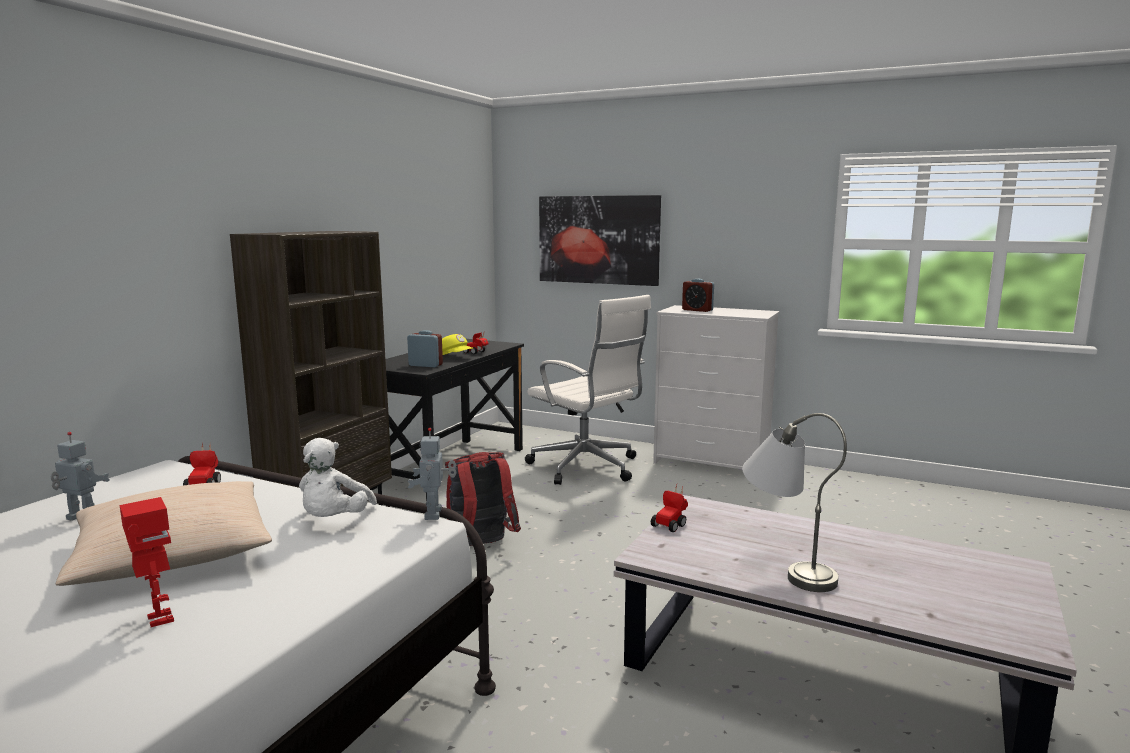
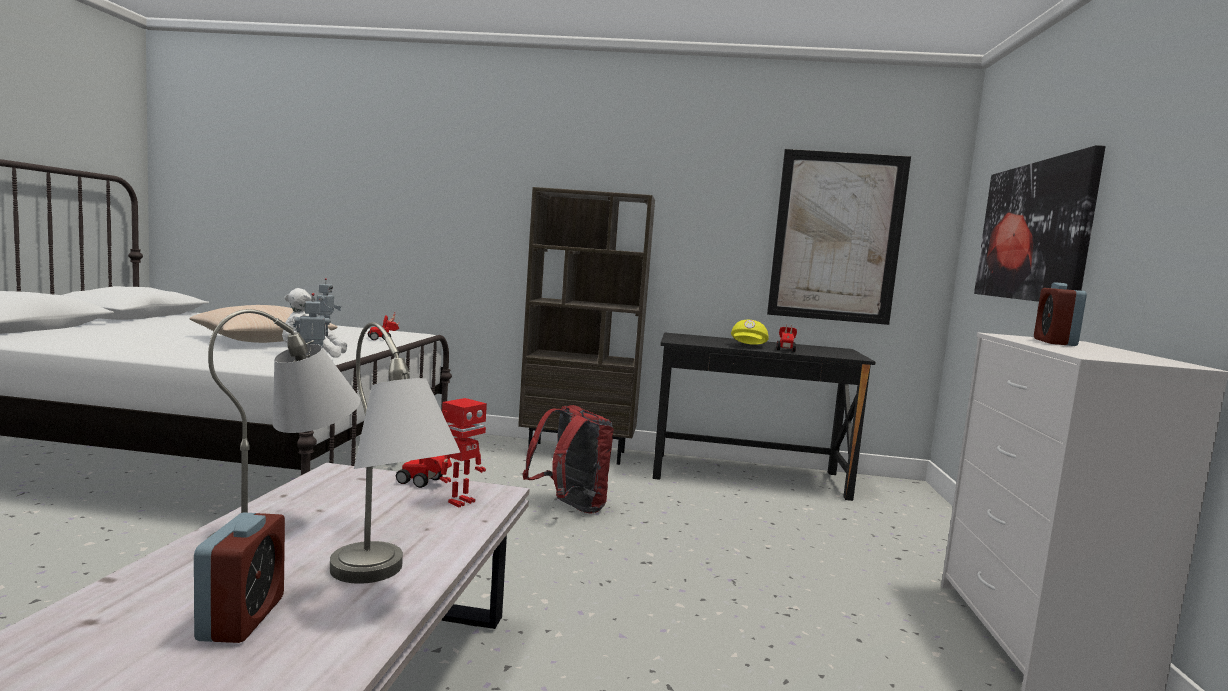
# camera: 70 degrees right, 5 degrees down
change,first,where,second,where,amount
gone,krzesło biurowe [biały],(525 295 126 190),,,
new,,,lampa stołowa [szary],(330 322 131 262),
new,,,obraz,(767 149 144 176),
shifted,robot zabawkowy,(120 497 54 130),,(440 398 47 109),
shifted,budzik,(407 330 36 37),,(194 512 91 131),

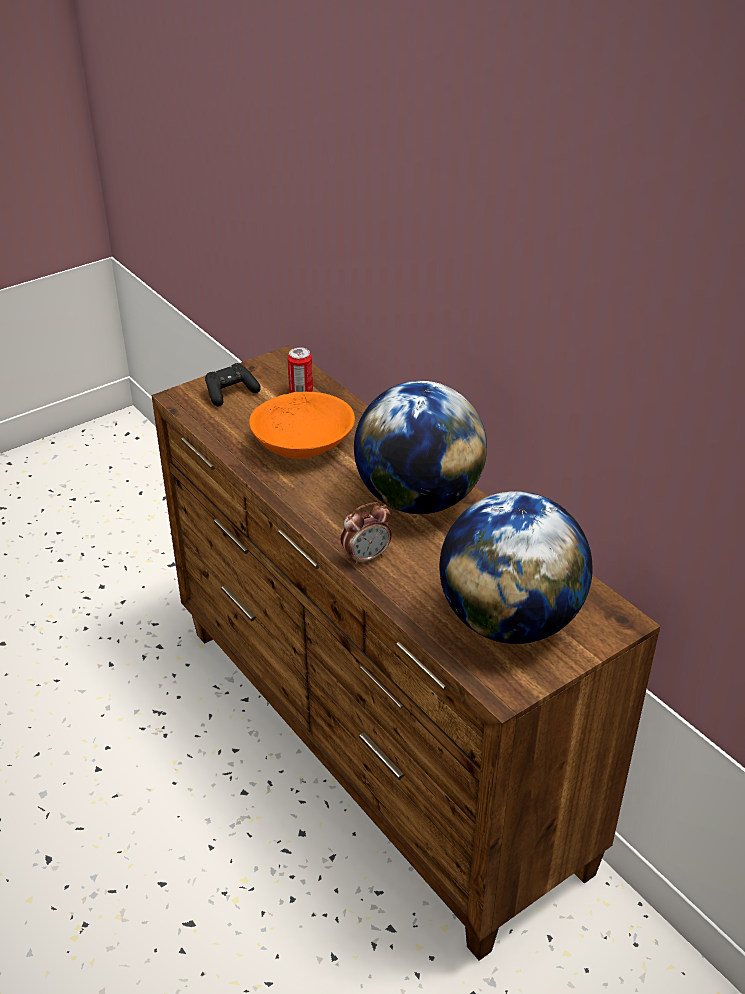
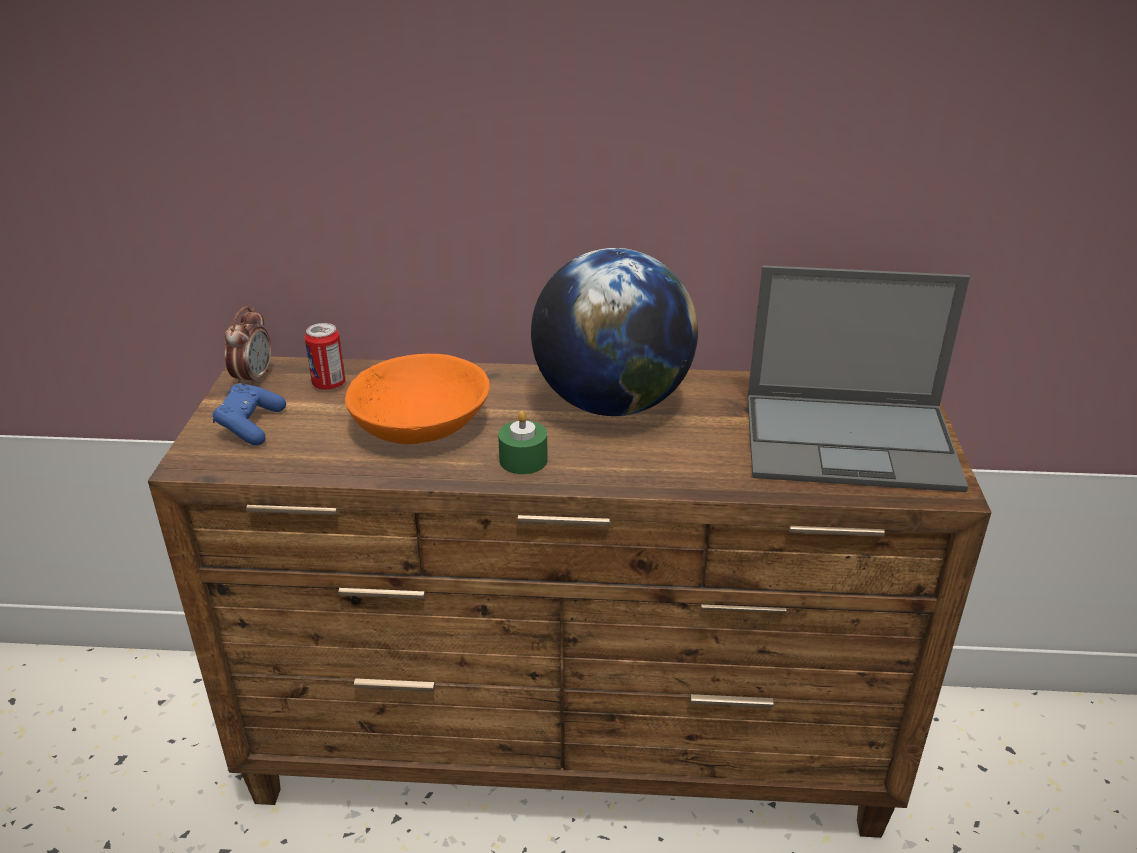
# camera: 50 degrees left, 5 degrees down
change,first,where,second,where,amount
new,,,świeca [zielony],(498 411 50 63),
shifted,budzik,(340 502 52 65),,(225 306 46 80),
swapped,globus,(439 491 154 153),laptop,(747 265 223 227),
repainted,pad do gier [czarny],(205 363 56 44),pad do gier [niebieski],(213 383 73 62),

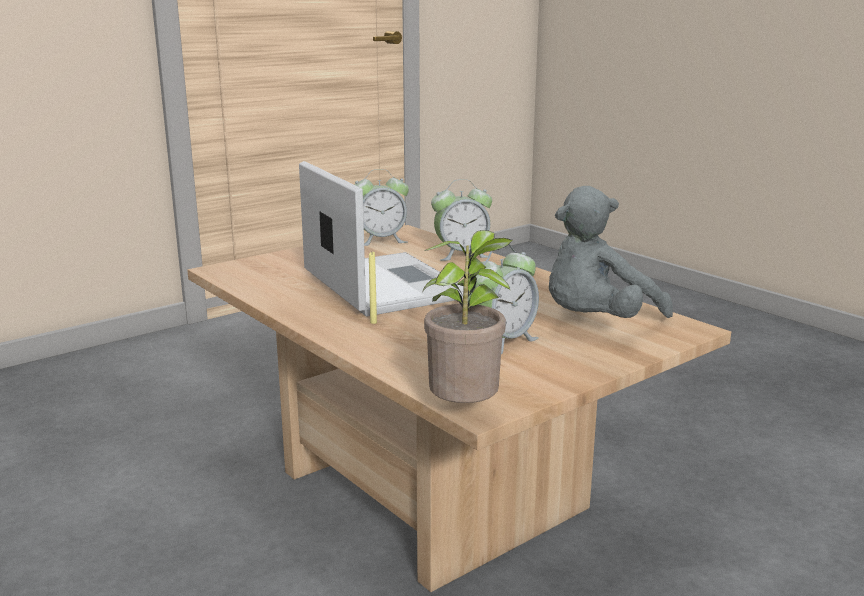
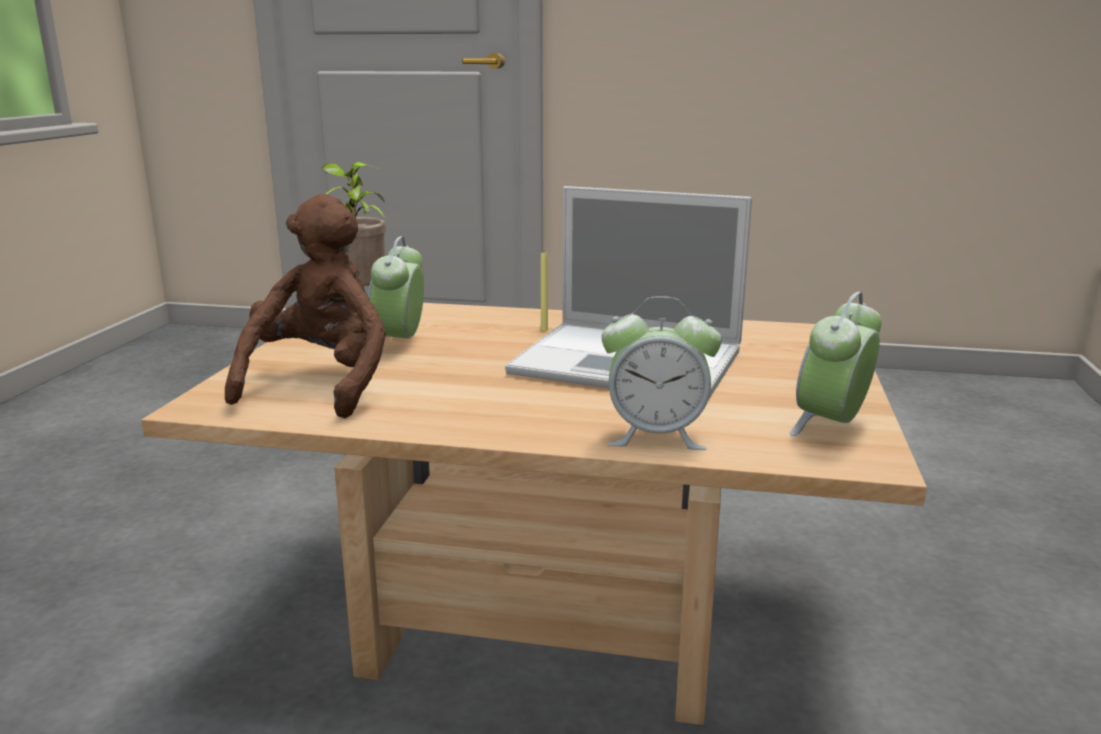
# camera: 140 degrees right, 0 degrees up
change,first,where,second,where,amount
repainted,pluszak [szary],(549 186 124 132),pluszak [brązowy],(225 194 161 224),
rotated,budzik,(431 179 61 82),,(602 296 120 154),120 degrees counterclockwise

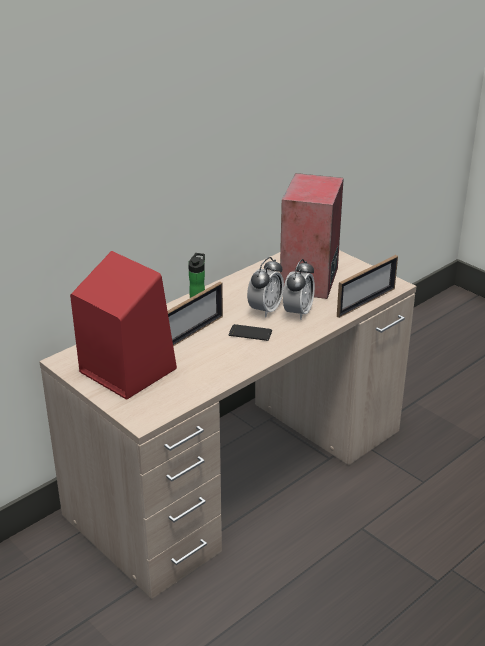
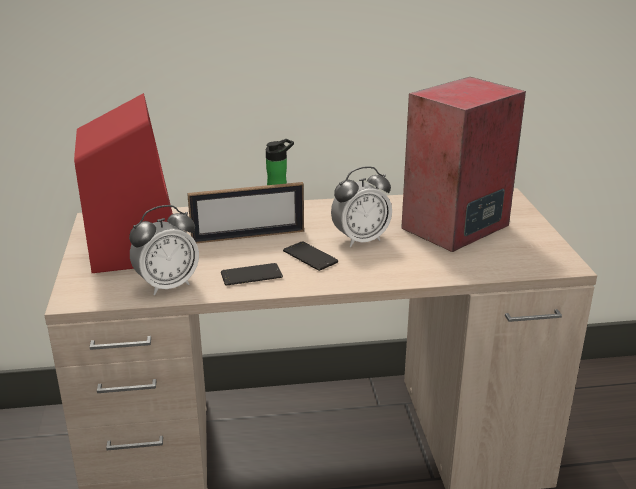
# camera: 35 degrees right, 5 degrees down
change,first,where,second,where,amount
gone,ramka na zdjęcie,(337 255 61 63),,,
new,,,telefon,(221 263 62 22),
shifted,budzik,(283 259 32 61),,(129 205 70 90),

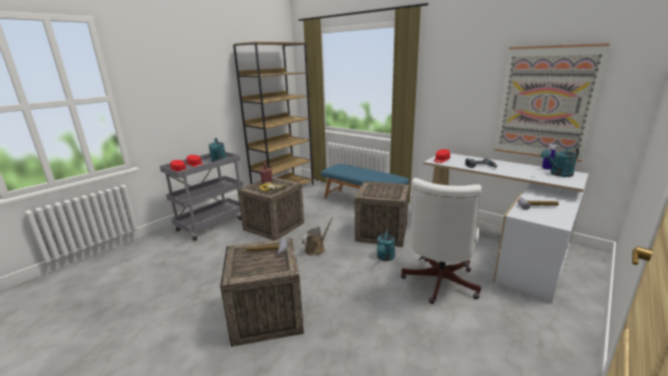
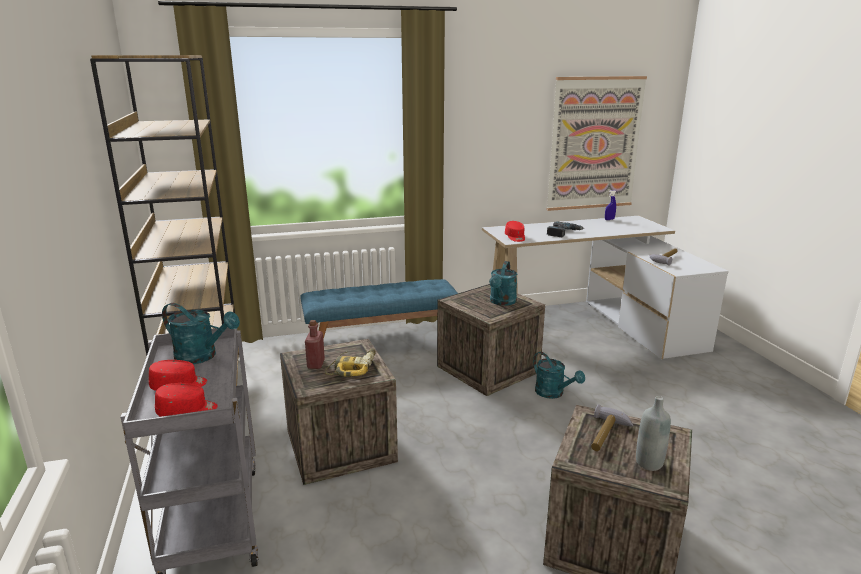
# camera: 55 degrees left, 0 degrees up
change,first,where,second,where,amount
gone,konewka [brązowy],(302 217 32 39),,,
gone,krzesło biurowe [biały],(401 178 81 126),,,
new,,,butelka [szary],(636 396 35 75),
shifted,konewka [turkusowy],(541 147 38 30),,(489 261 28 45),

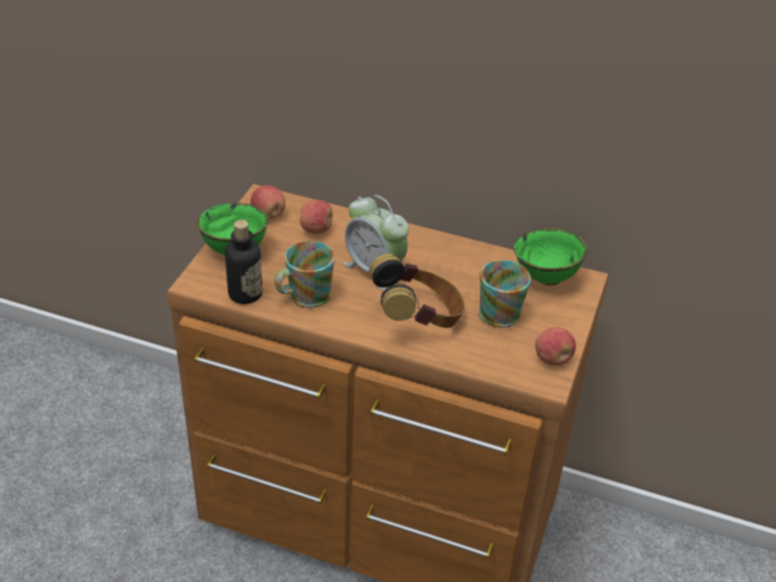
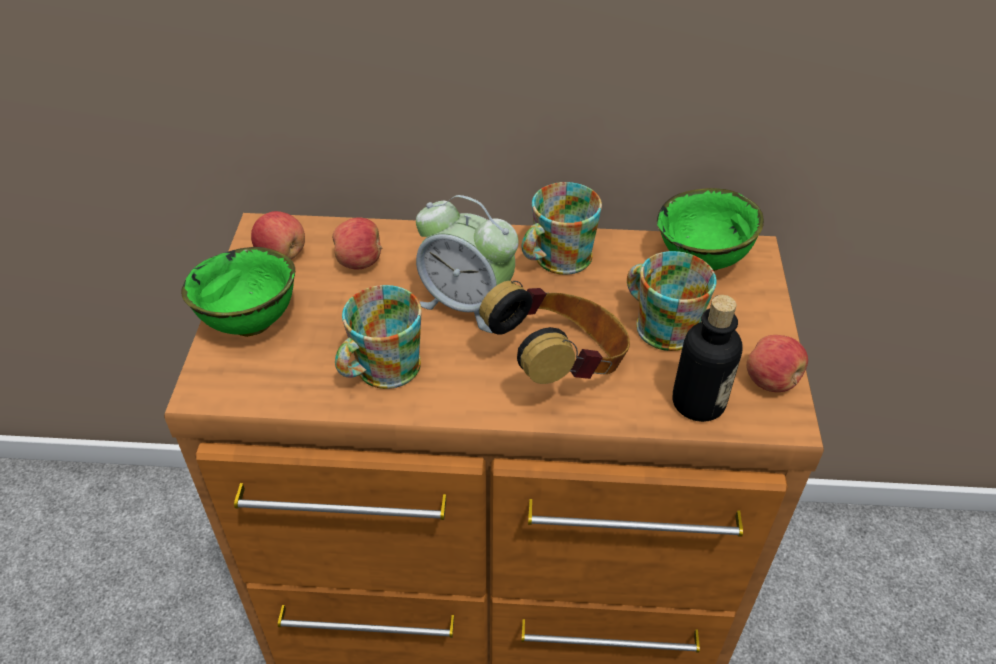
# camera: 15 degrees left, 5 degrees up
change,first,where,second,where,amount
new,,,kubek,(522 182 80 93),
shifted,butelka,(225 220 37 84),,(672 295 71 127),

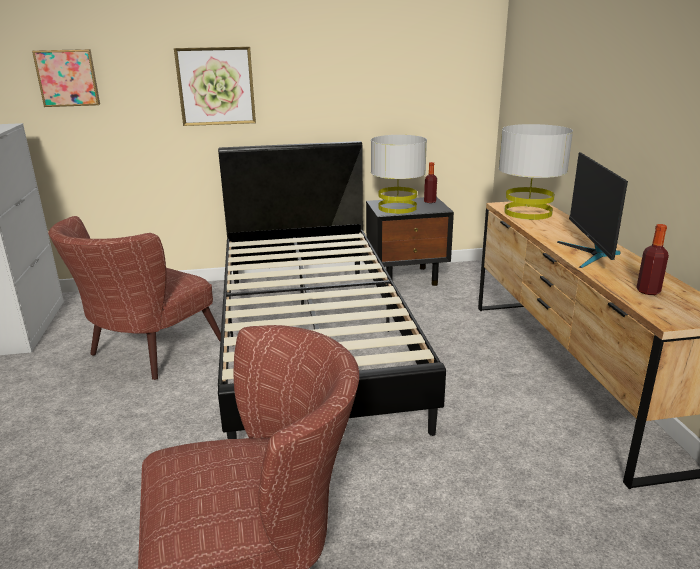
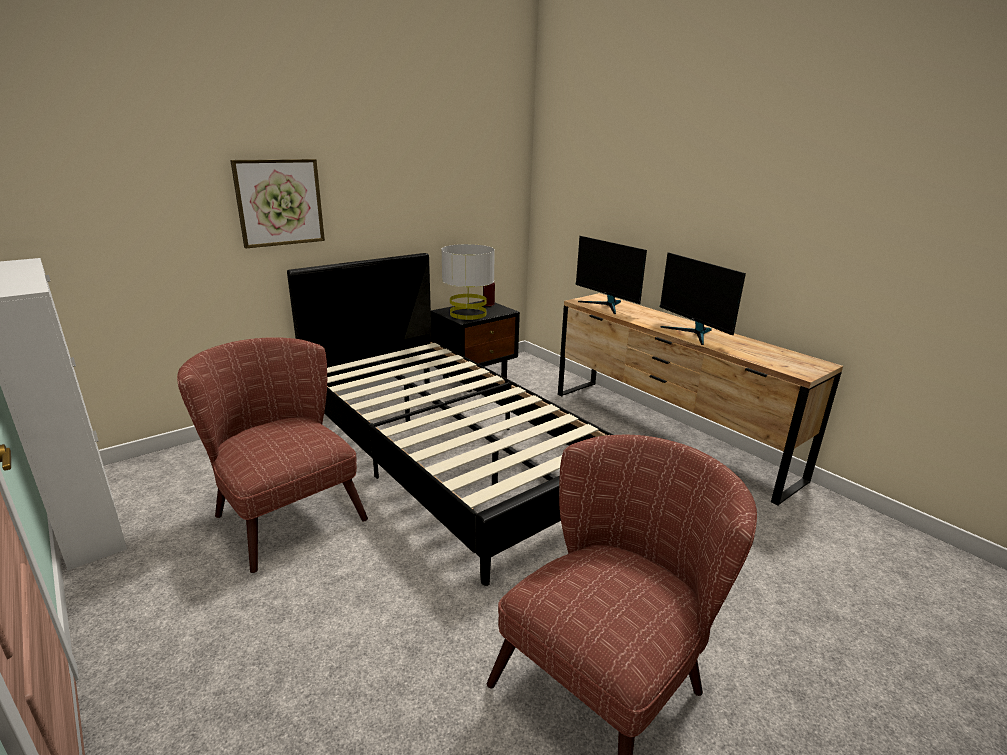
# camera: 30 degrees left, 0 degrees up
change,first,where,second,where,amount
gone,obraz,(32 49 68 58),,,
gone,butelka,(636 224 33 71),,,
swapped,lampa stołowa [szary],(499 124 74 96),monitor,(576 236 71 78),
rotated,fotel [brązowy],(48 216 173 164),,(177 337 191 236),135 degrees clockwise

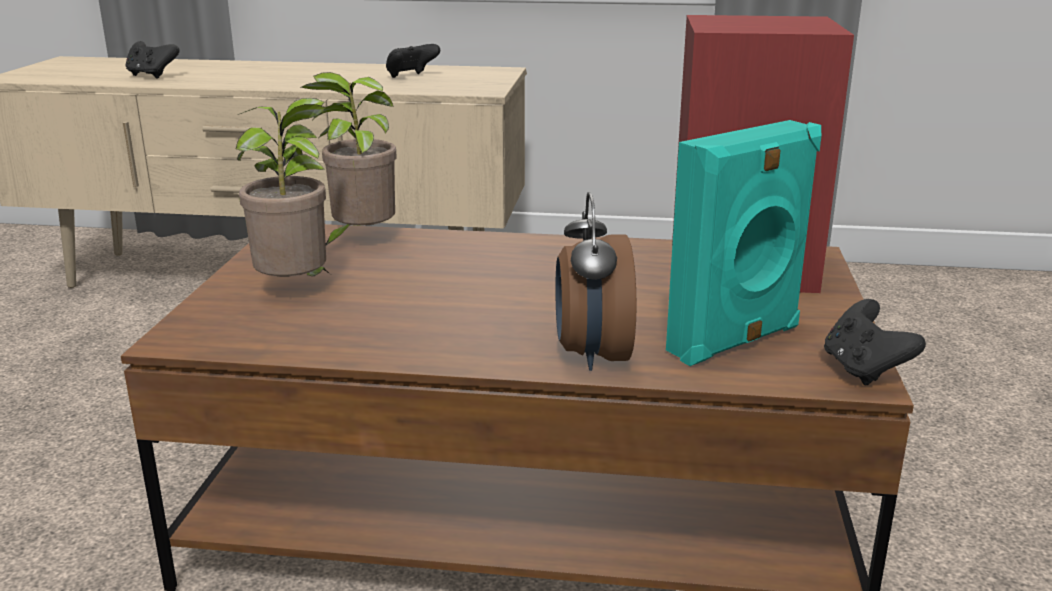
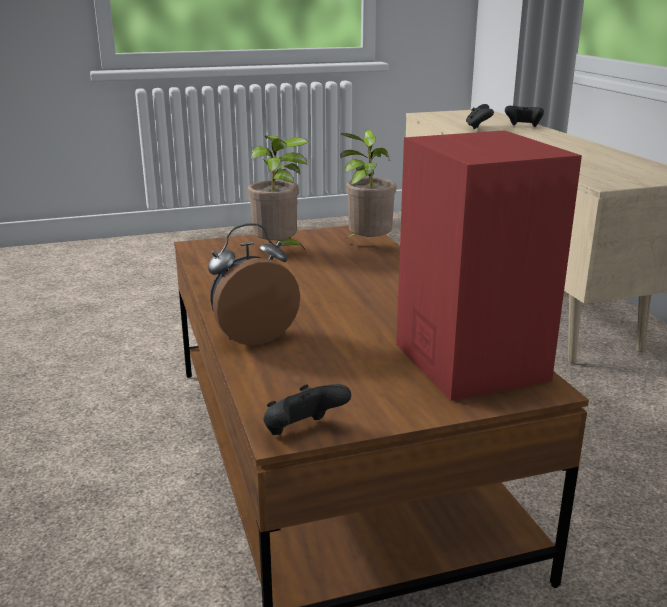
# camera: 65 degrees right, 0 degrees up
change,first,where,second,where,amount
gone,głośnik [turkusowy],(666 120 155 246),,,
shifted,pad do gier [czarny],(386 44 54 34),,(505 106 39 21),

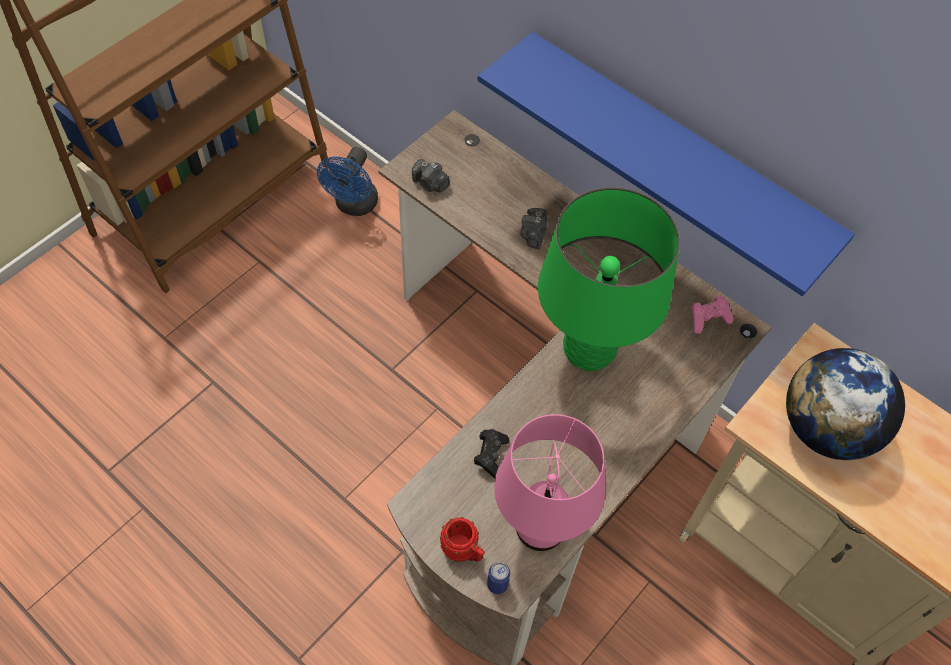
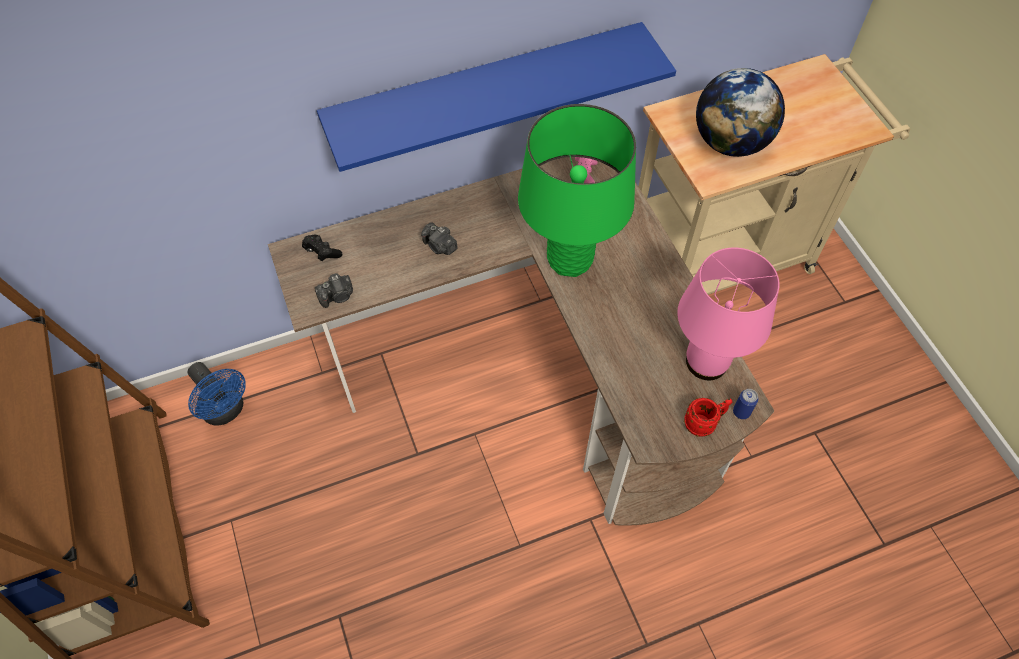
# camera: 60 degrees left, 0 degrees up
change,first,where,second,where,amount
shifted,pad do gier [czarny],(474 429 35 49),,(302 235 40 26),

